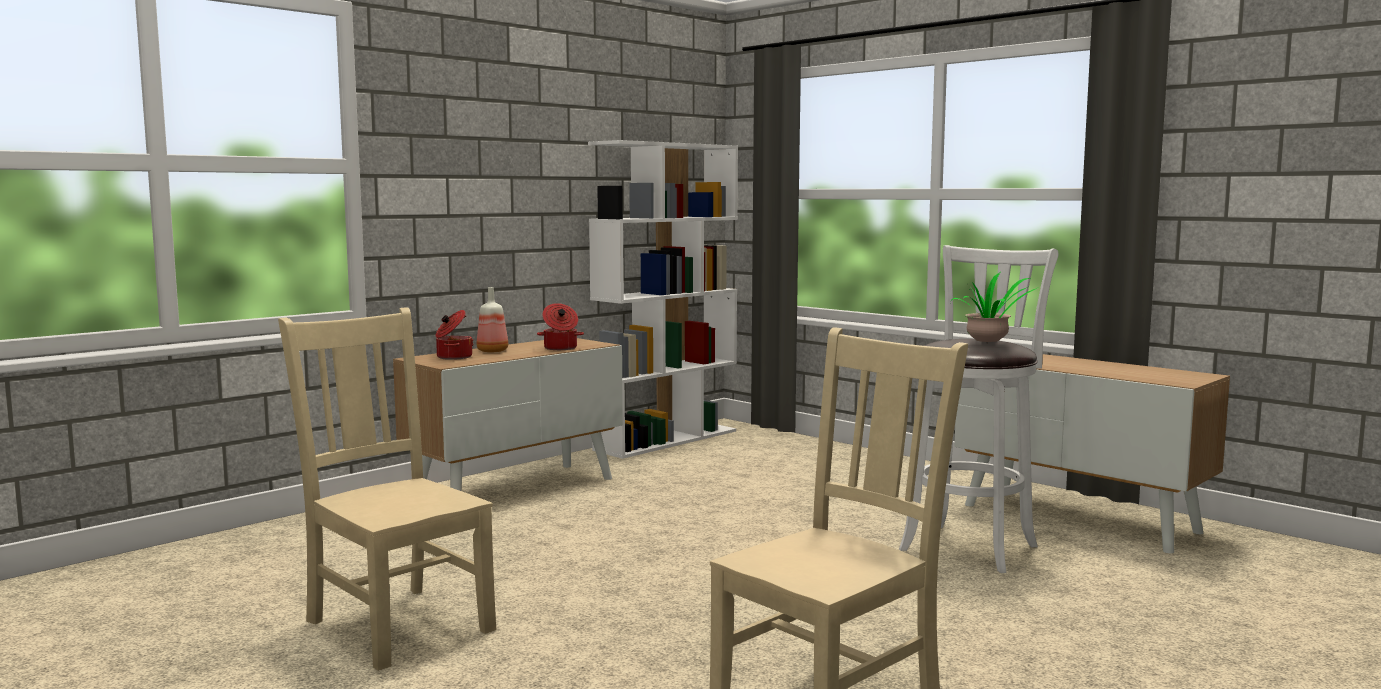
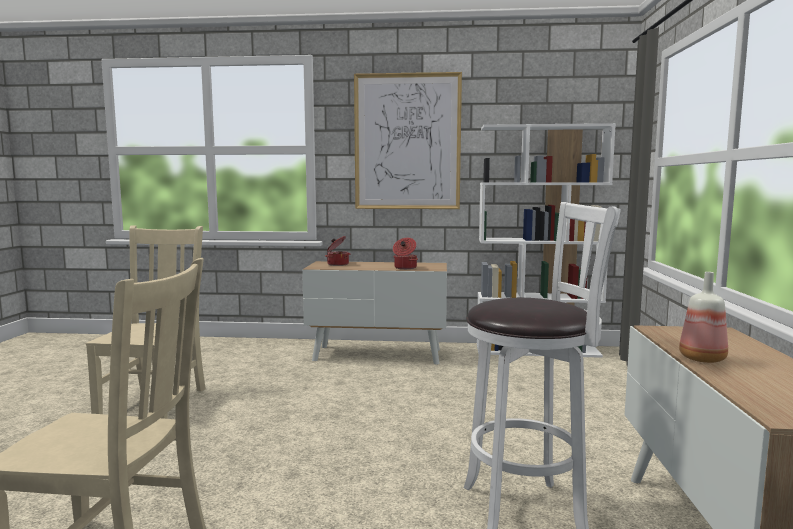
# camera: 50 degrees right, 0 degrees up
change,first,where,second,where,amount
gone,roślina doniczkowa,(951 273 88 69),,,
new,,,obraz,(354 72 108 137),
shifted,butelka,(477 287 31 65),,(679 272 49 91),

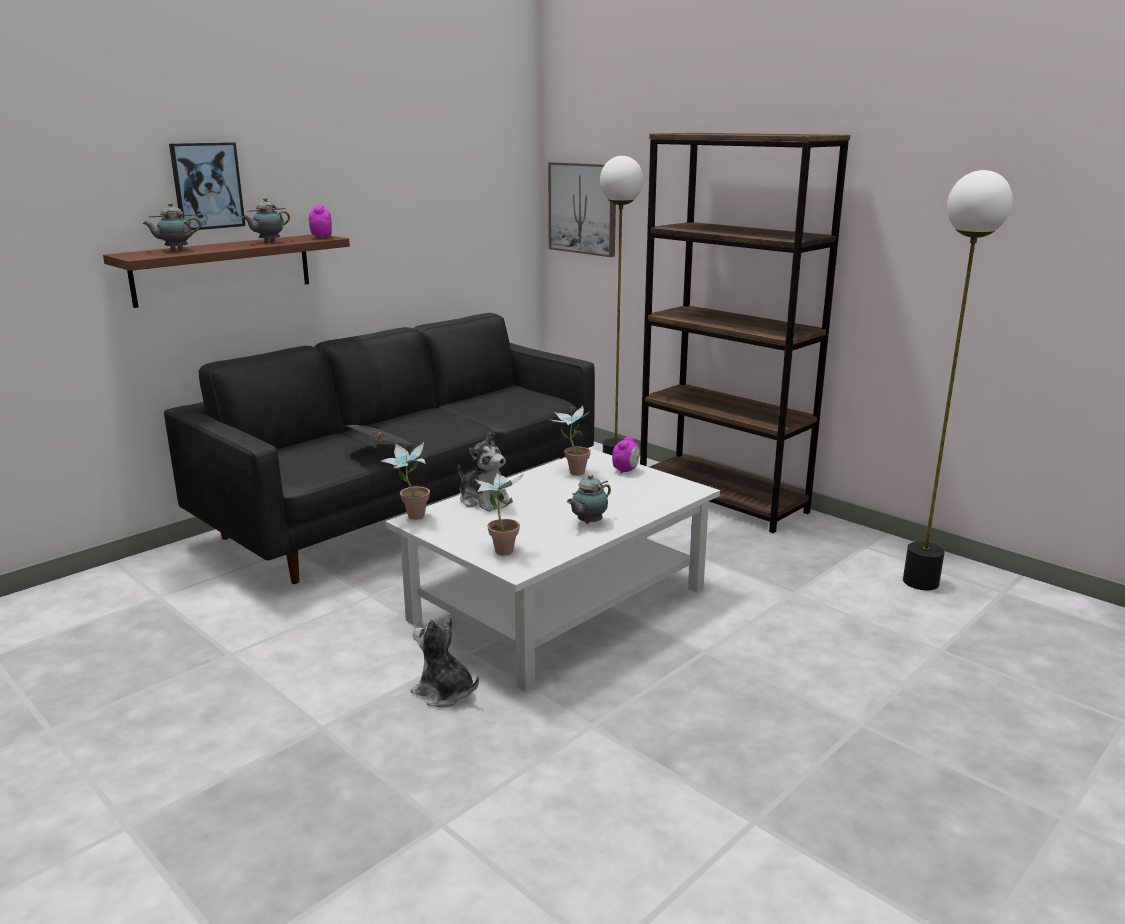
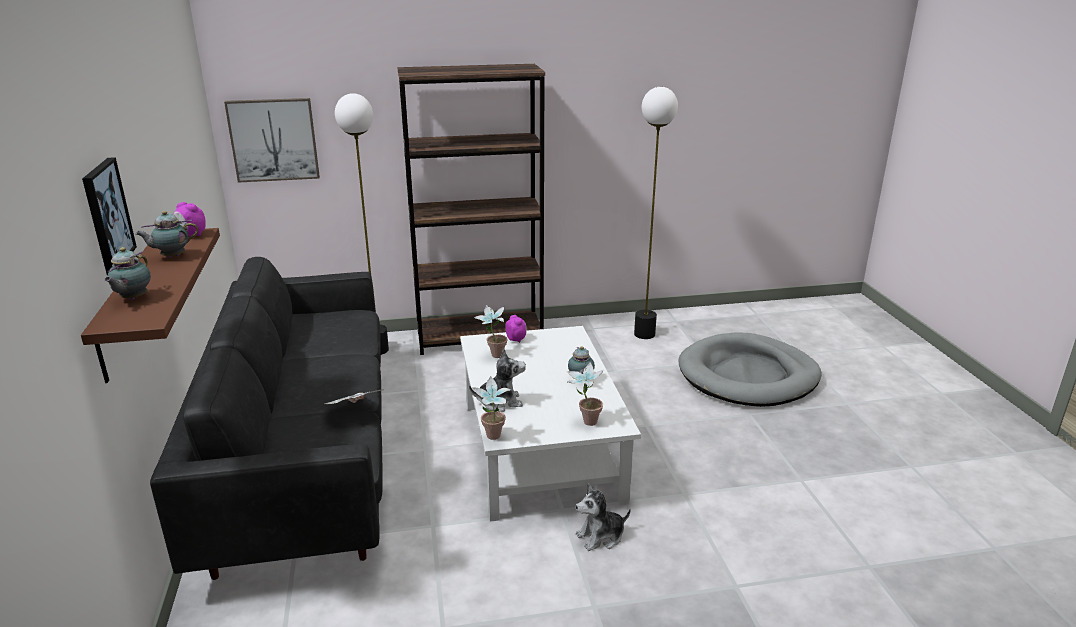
# camera: 55 degrees left, 5 degrees up
change,first,where,second,where,amount
new,,,legowisko [szary],(678 333 144 74),
rotated,imbryk,(242 198 48 44),,(135 211 63 47),75 degrees clockwise

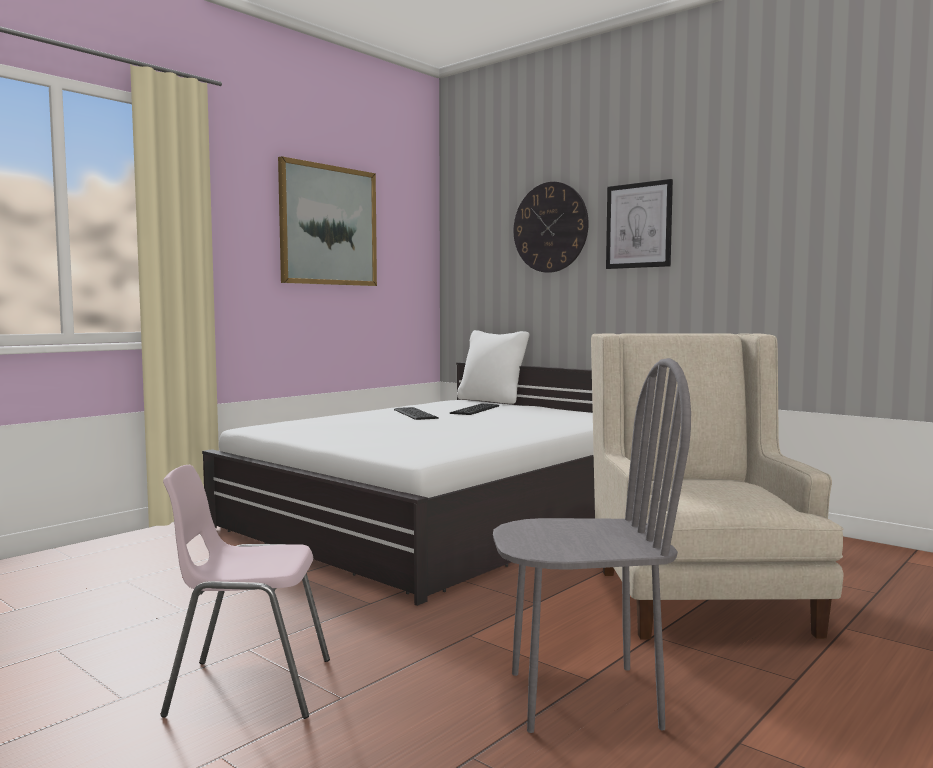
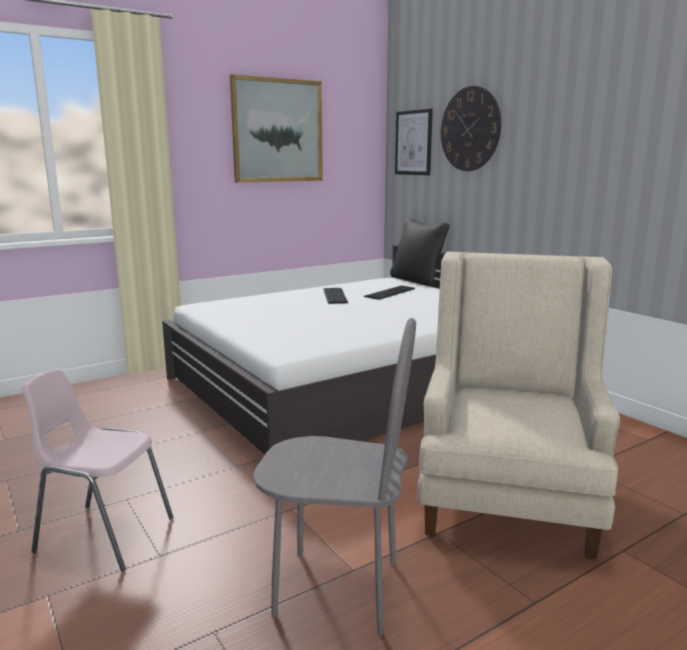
# camera: 15 degrees right, 10 degrees up
change,first,where,second,where,amount
shifted,obraz,(606 179 67 90),,(395 108 38 67),
repainted,poduszka [biały],(457 330 73 74),poduszka [czarny],(390 218 60 68),

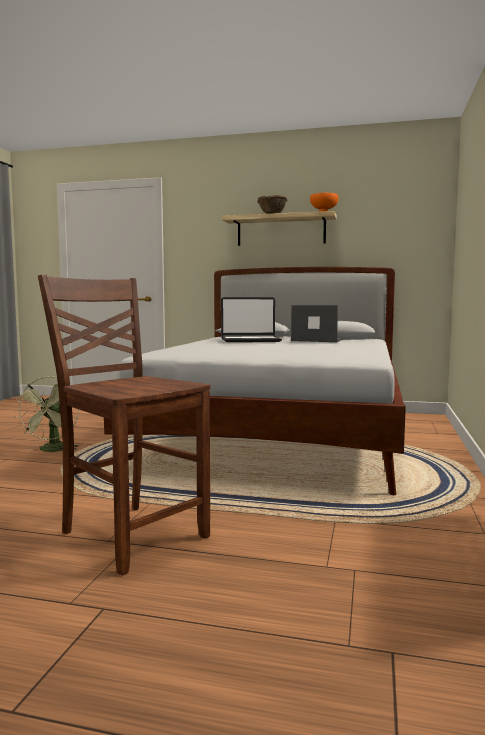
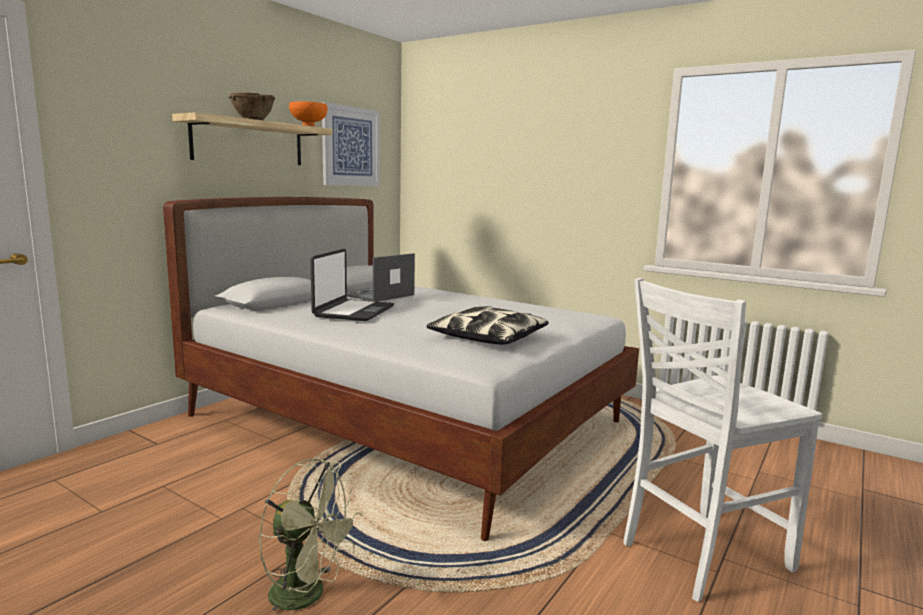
# camera: 70 degrees left, 5 degrees up
change,first,where,second,where,amount
new,,,obraz,(322 102 57 84),
new,,,poduszka,(426 306 123 38),
repainted,krzesło [brązowy],(38 274 172 301),krzesło [biały],(623 278 199 324),

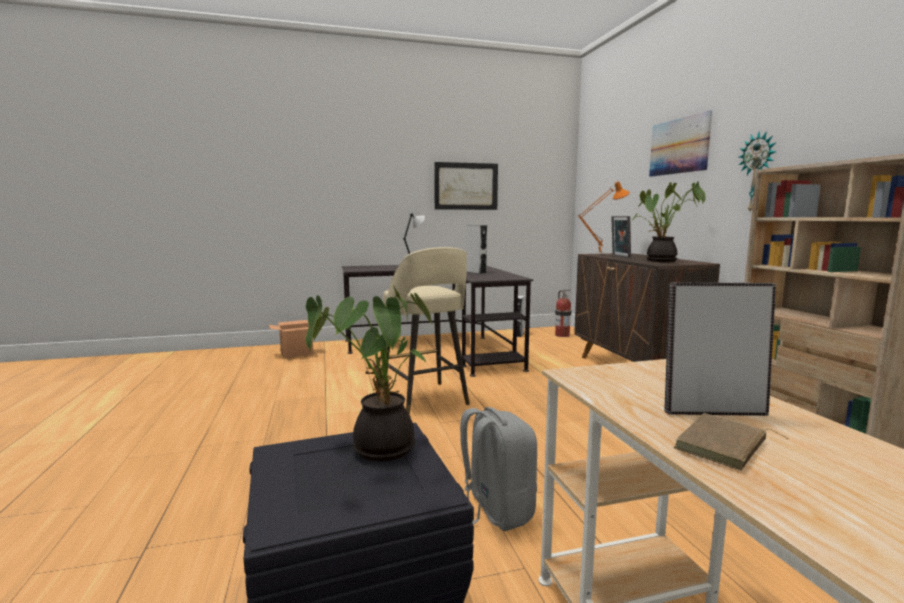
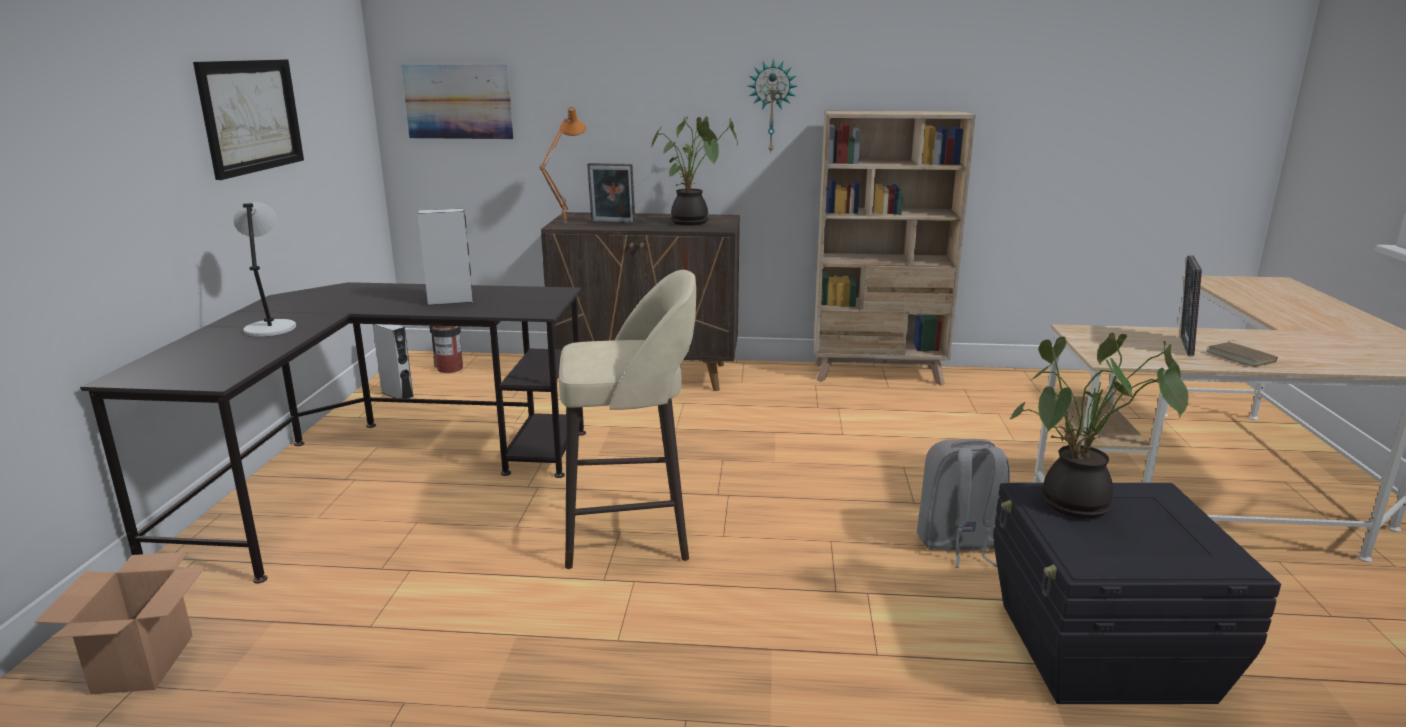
# camera: 70 degrees left, 10 degrees up
change,first,where,second,where,amount
shifted,obraz,(649 110 63 67),,(401 64 112 75),

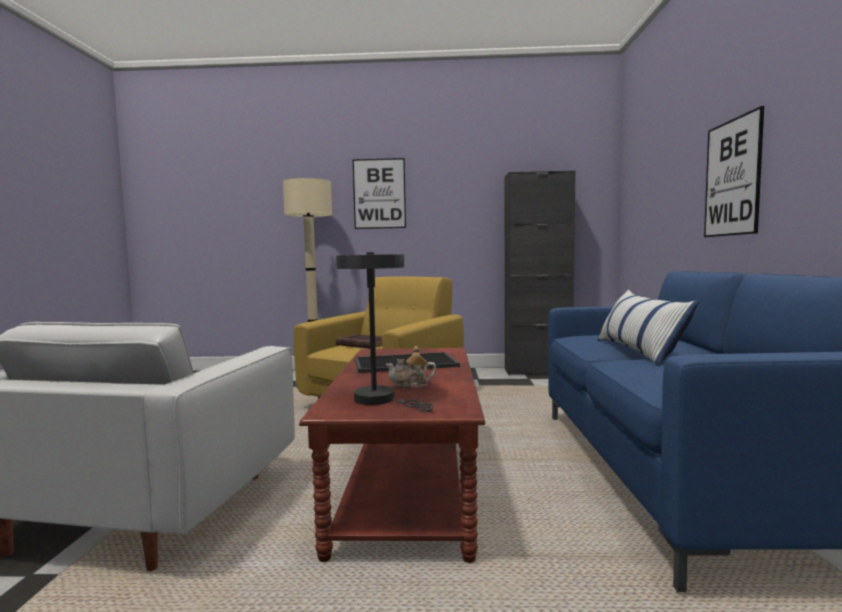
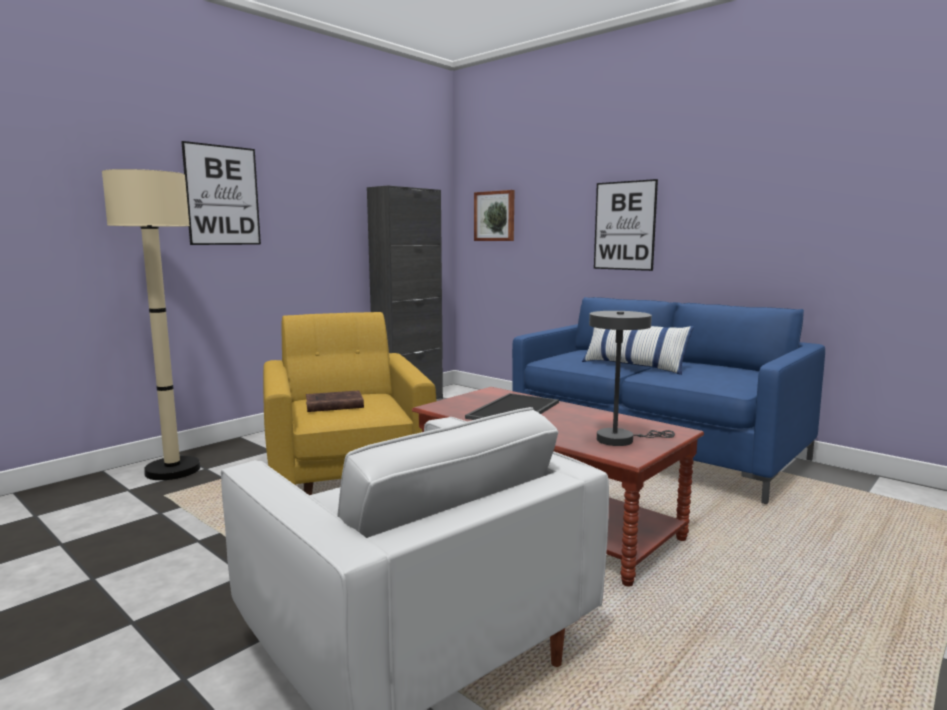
# camera: 50 degrees left, 5 degrees up
change,first,where,second,where,amount
gone,imbryk,(386 346 50 43),,,
new,,,obraz,(474 190 40 51),

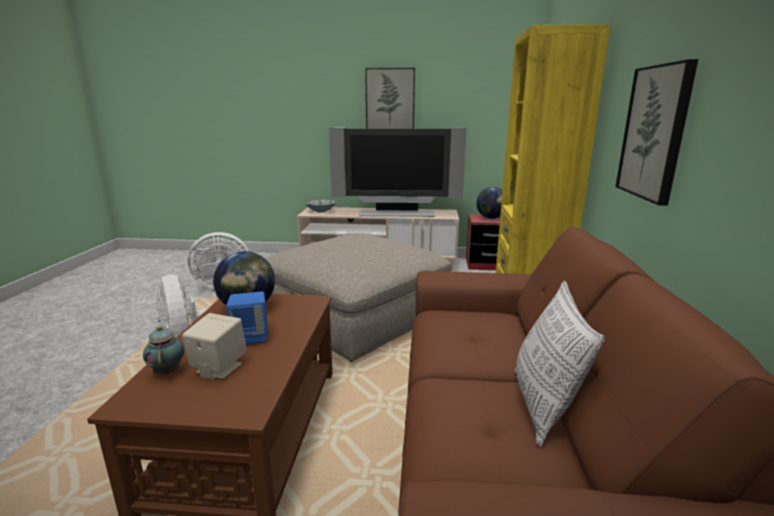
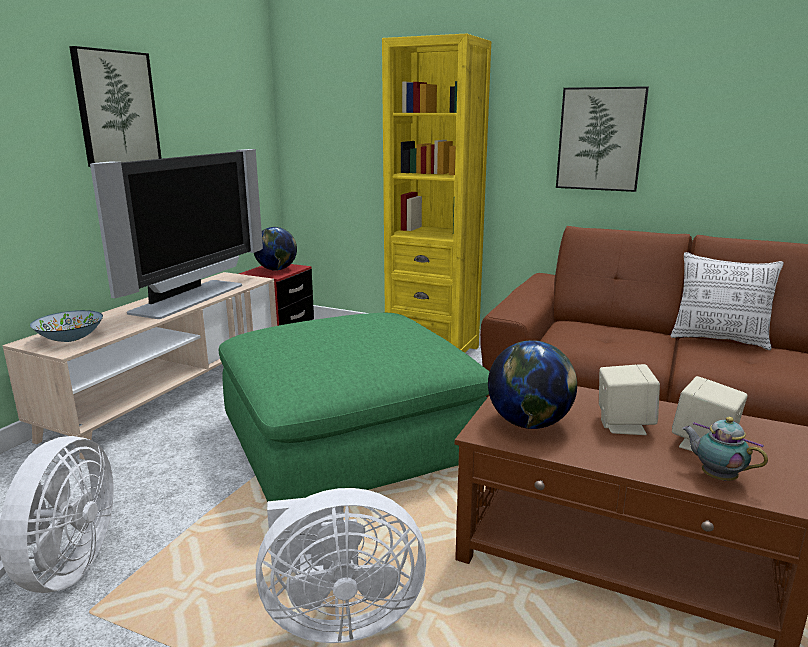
# camera: 70 degrees left, 0 degrees up
change,first,where,second,where,amount
repainted,głośnik [niebieski],(226 291 42 54),głośnik [beżowy],(599 364 61 71),
repainted,pufa [beżowy],(265 233 187 129),pufa [zielony],(219 313 271 189),
rotated,imbryk,(143 326 41 49),,(682 417 86 64),45 degrees clockwise

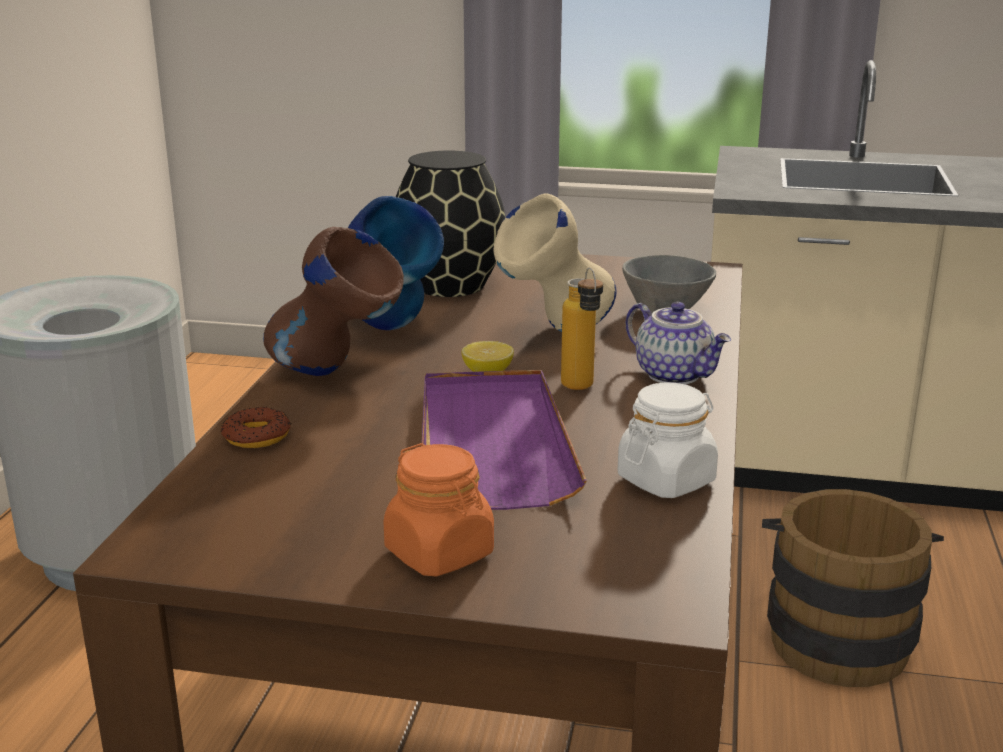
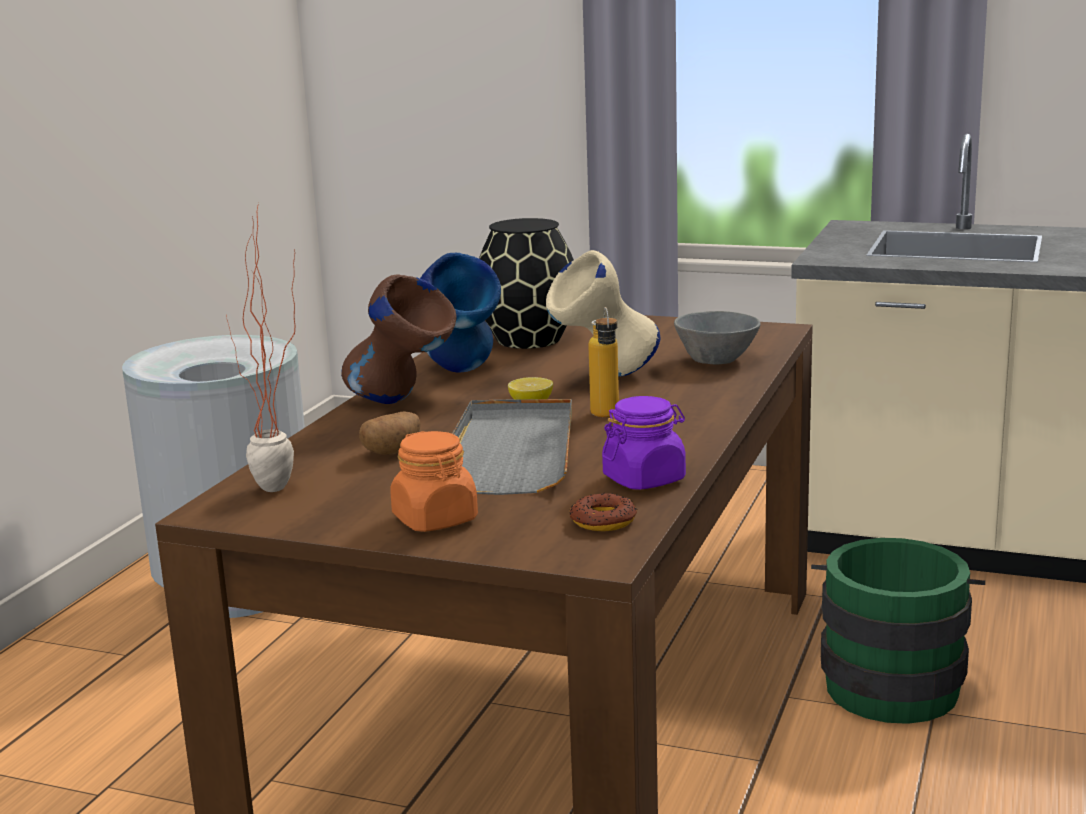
# camera: 10 degrees right, 5 degrees down
change,first,where,second,where,amount
gone,imbryk,(626 302 105 83),,,
new,,,roślina doniczkowa,(226 203 69 289),
new,,,ziemniak,(359 412 62 43),
shifted,donut,(221 407 70 41),,(570 493 67 38),
repainted,taca [fioletowy],(422 370 165 140),taca [szary],(452 399 120 96),
repainted,słoik [biały],(618 383 100 115),słoik [fioletowy],(602 396 84 94),
repainted,wiadro [brązowy],(762 489 182 198),wiadro [zielony],(811 538 174 186),

